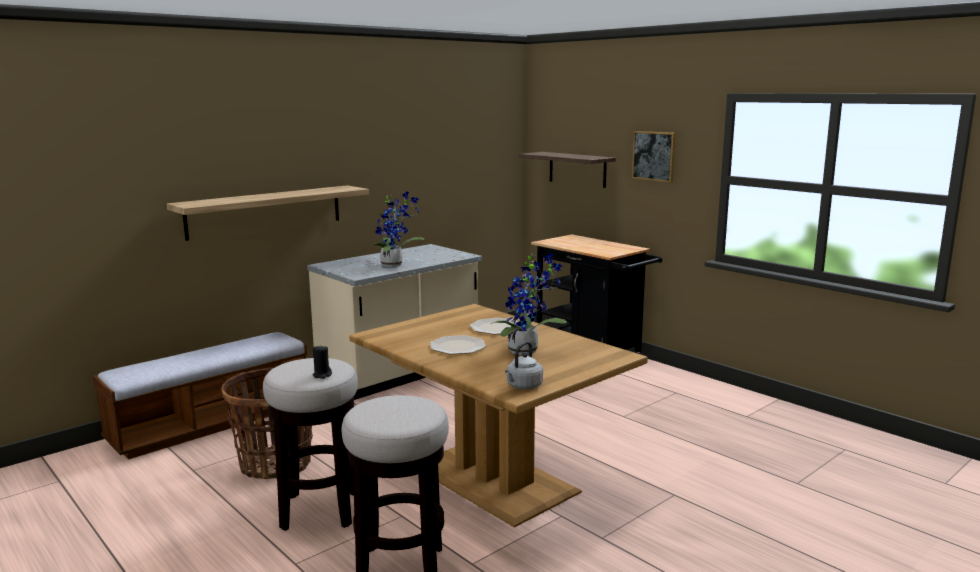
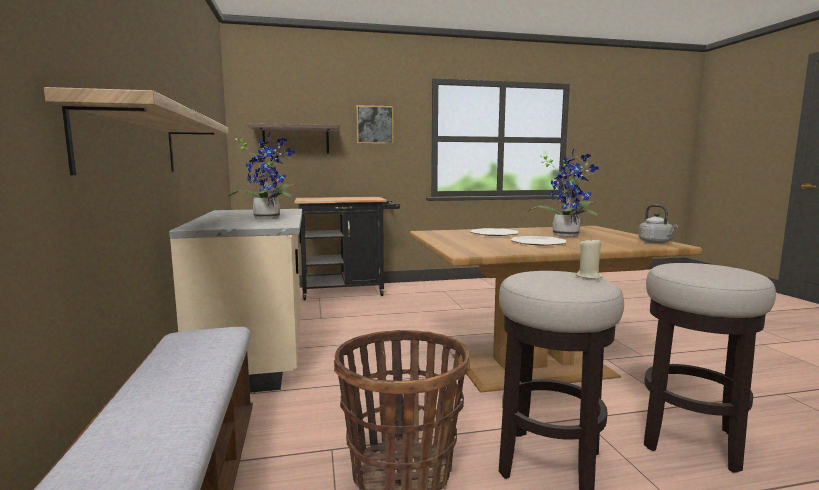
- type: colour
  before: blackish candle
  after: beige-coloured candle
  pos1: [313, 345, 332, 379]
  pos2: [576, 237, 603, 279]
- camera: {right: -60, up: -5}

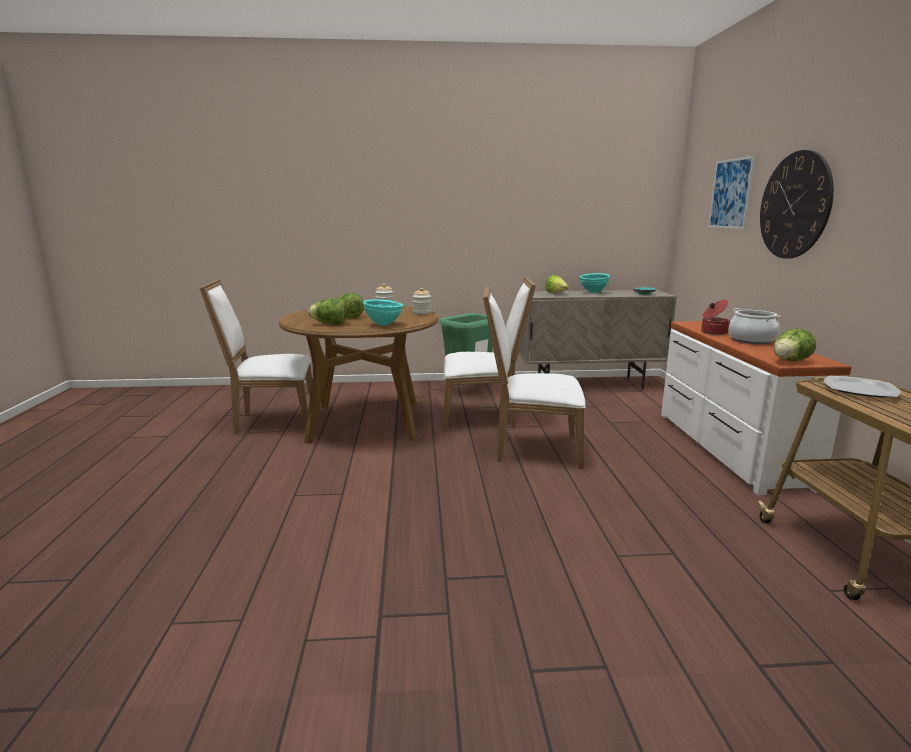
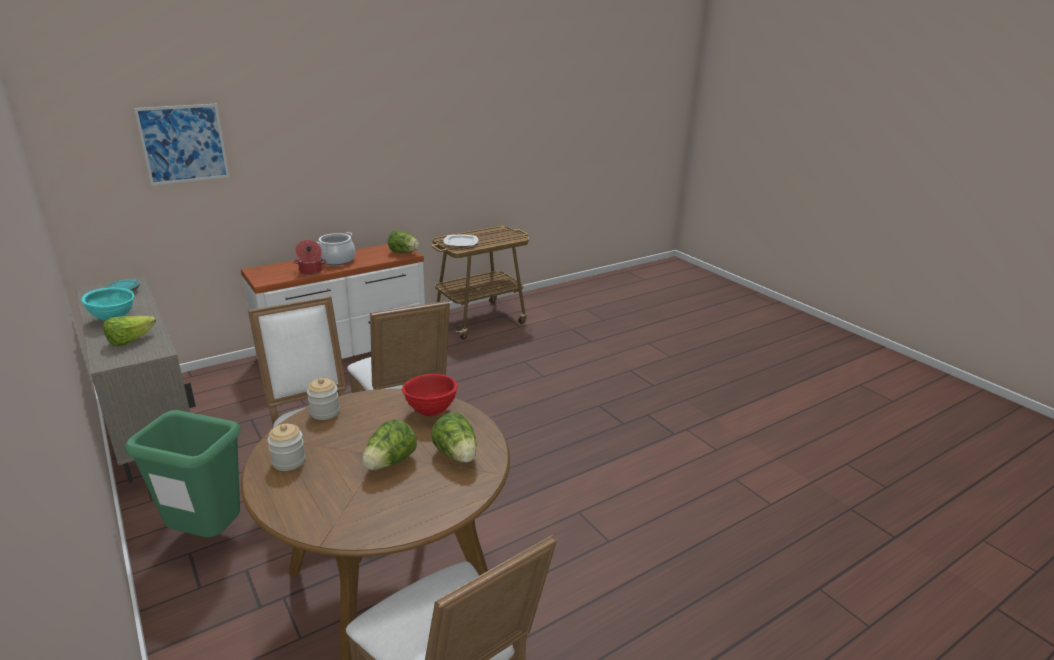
- type: colour
  before: turquoise bowl
  after: reddish bowl
  pos1: [363, 299, 404, 326]
  pos2: [402, 374, 458, 416]
- type: missing
  before: clock on the wall
  pos1: [760, 150, 834, 259]
- camera: {right: -120, up: 10}

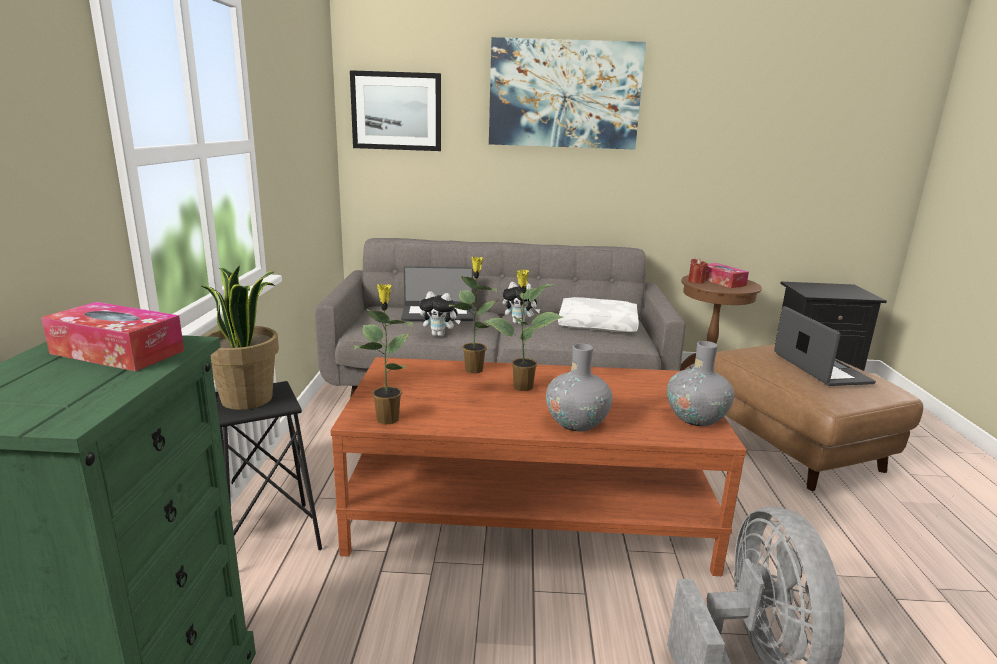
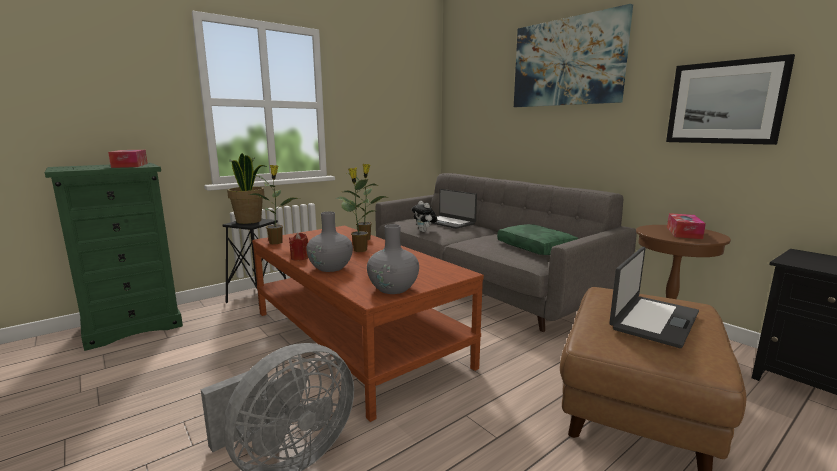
- type: relocated
  before: wall picture
  pos1: [350, 70, 441, 151]
  pos2: [666, 54, 795, 145]
- type: missing
  before: plush toy
  pos1: [502, 282, 541, 324]
- type: colour
  before: white throw pillow
  after: green throw pillow
  pos1: [558, 297, 639, 332]
  pos2: [497, 224, 578, 255]
- type: relocated
  before: reddish candle
  pos1: [688, 259, 707, 284]
  pos2: [289, 233, 308, 261]
- camera: {right: 50, up: -5}

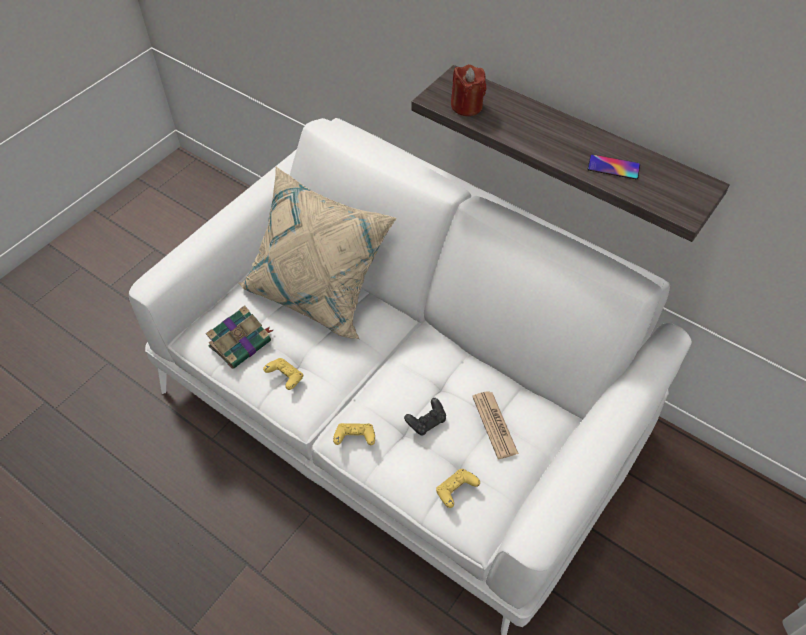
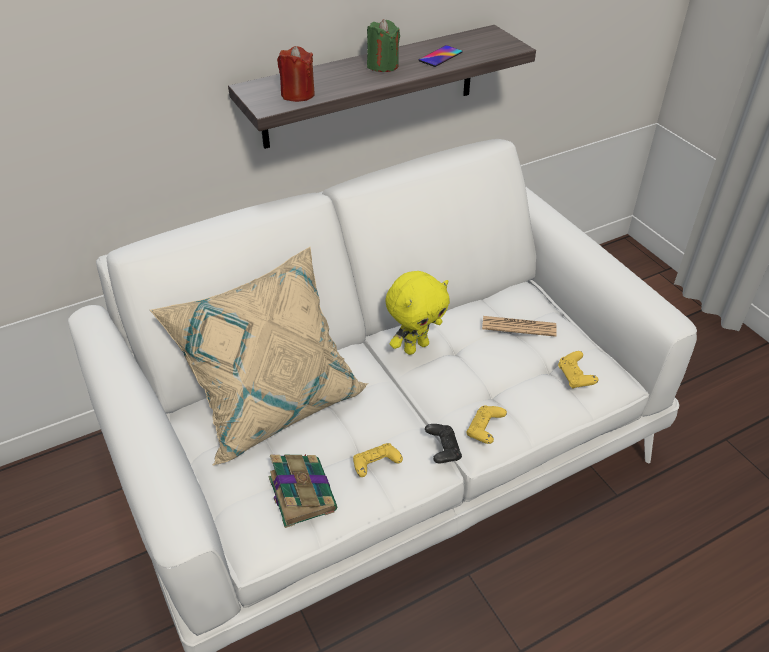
- type: relocated
  before: blackish gamepad
  pos1: [404, 398, 446, 436]
  pos2: [425, 424, 462, 463]
- type: appeared
  after: green candle
  pos2: [367, 19, 400, 72]
- type: appeared
  after: yellowish plush toy
  pos2: [385, 271, 450, 355]
- camera: {right: -65, up: -10}

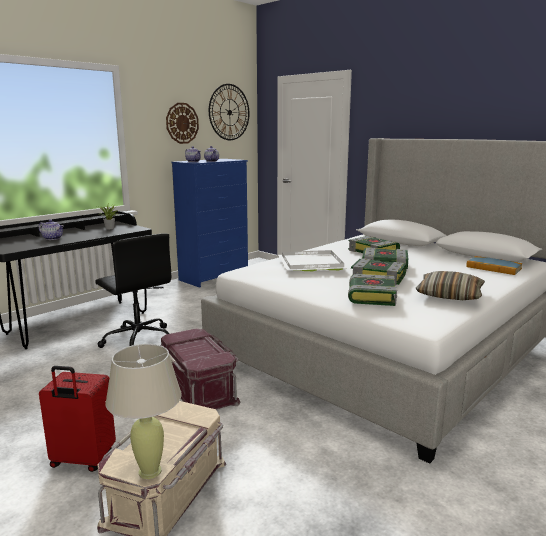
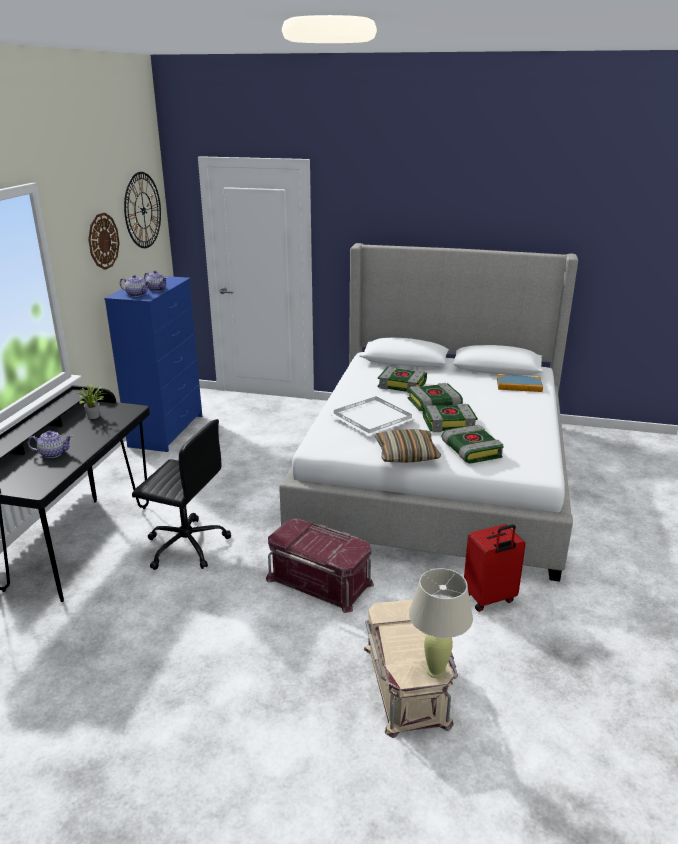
- type: relocated
  before: reddish suitcase
  pos1: [39, 366, 116, 472]
  pos2: [464, 524, 526, 612]
- type: relocated
  before: throw pillow
  pos1: [416, 271, 485, 300]
  pos2: [374, 429, 441, 462]
- camera: {right: -30, up: 10}

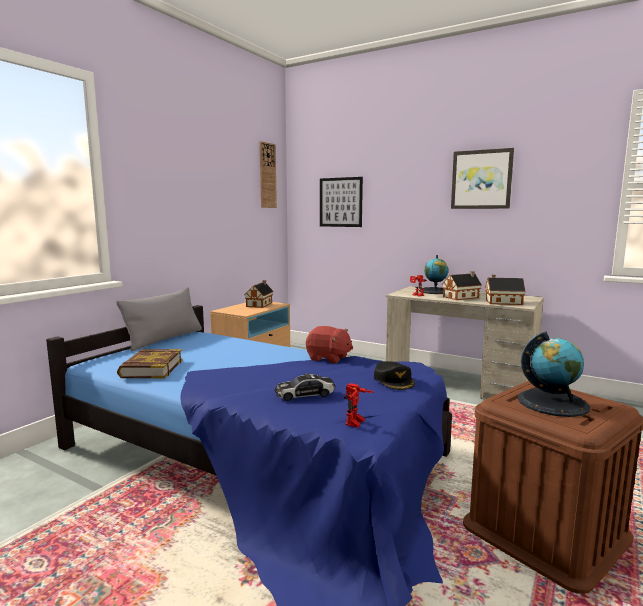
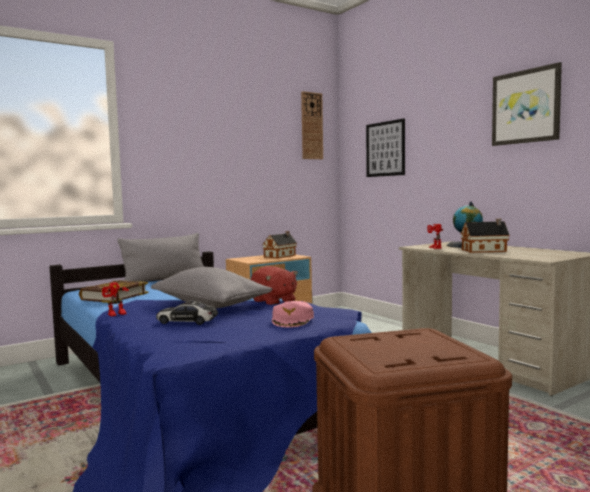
- type: relocated
  before: toy robot
  pos1: [344, 383, 374, 428]
  pos2: [102, 282, 129, 317]
- type: colour
  before: blackish cap
  after: pink cap
  pos1: [374, 361, 415, 390]
  pos2: [272, 301, 314, 328]
- type: missing
  before: toy house
  pos1: [485, 275, 525, 305]
- type: missing
  before: globe
  pos1: [517, 331, 590, 417]
- type: appeared
  after: grey throw pillow
  pos2: [151, 267, 272, 308]
- camera: {right: 25, up: -5}

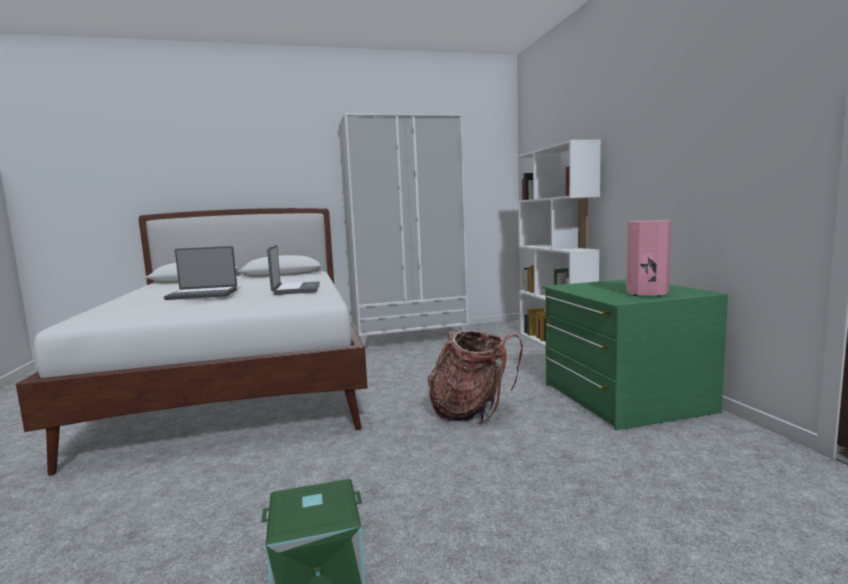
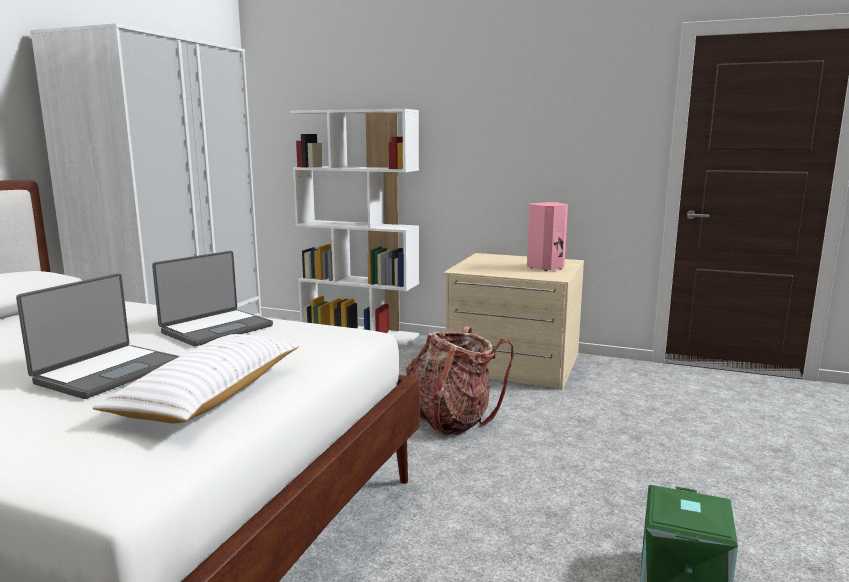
- type: spun
  before: notebook computer
  pos1: [267, 245, 320, 295]
  pos2: [152, 251, 273, 346]
  turn: 105
- type: colour
  before: green chest of drawers
  after: beige-coloured chest of drawers
  pos1: [542, 279, 729, 431]
  pos2: [443, 253, 584, 390]
- type: appeared
  after: white throw pillow
  pos2: [93, 334, 299, 423]
- camera: {right: -55, up: 5}

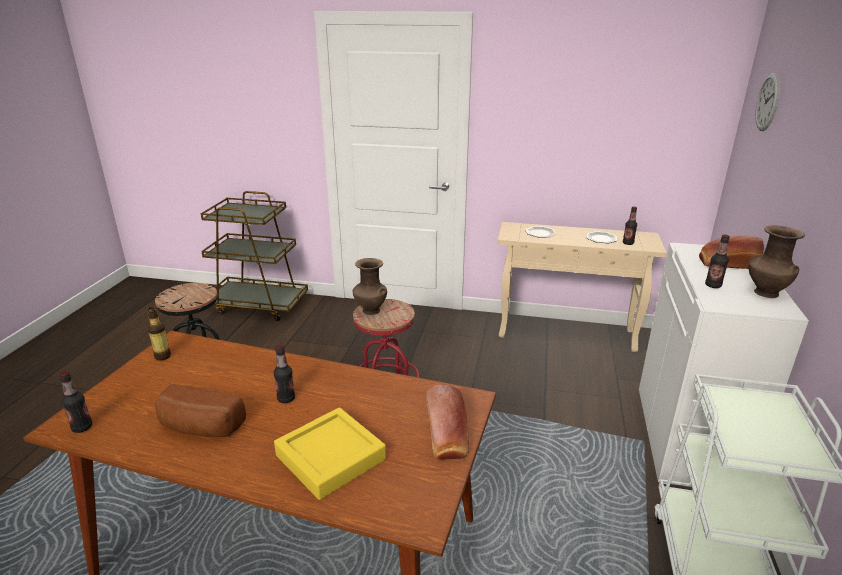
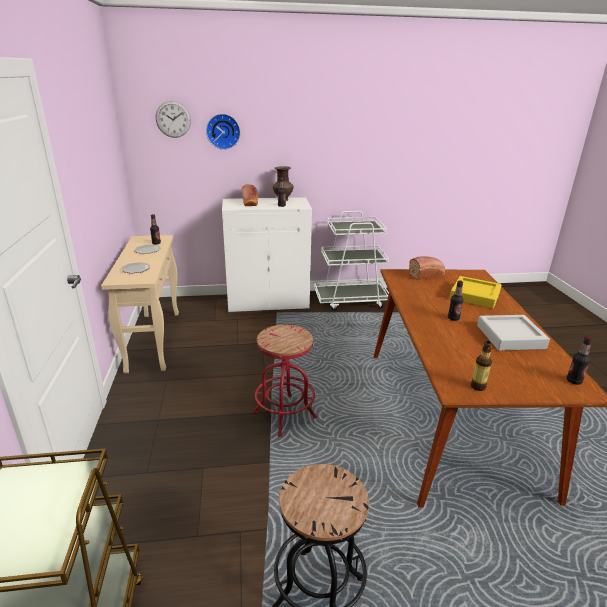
- type: exchanged
  before: bread
  after: grey carrying tray
  pos1: [155, 384, 246, 437]
  pos2: [477, 315, 550, 351]
- type: missing
  before: brown-coloured vase
  pos1: [353, 258, 387, 315]
- type: appeared
  after: clock on the wall
  pos2: [206, 114, 240, 150]
- camera: {right: -110, up: 0}

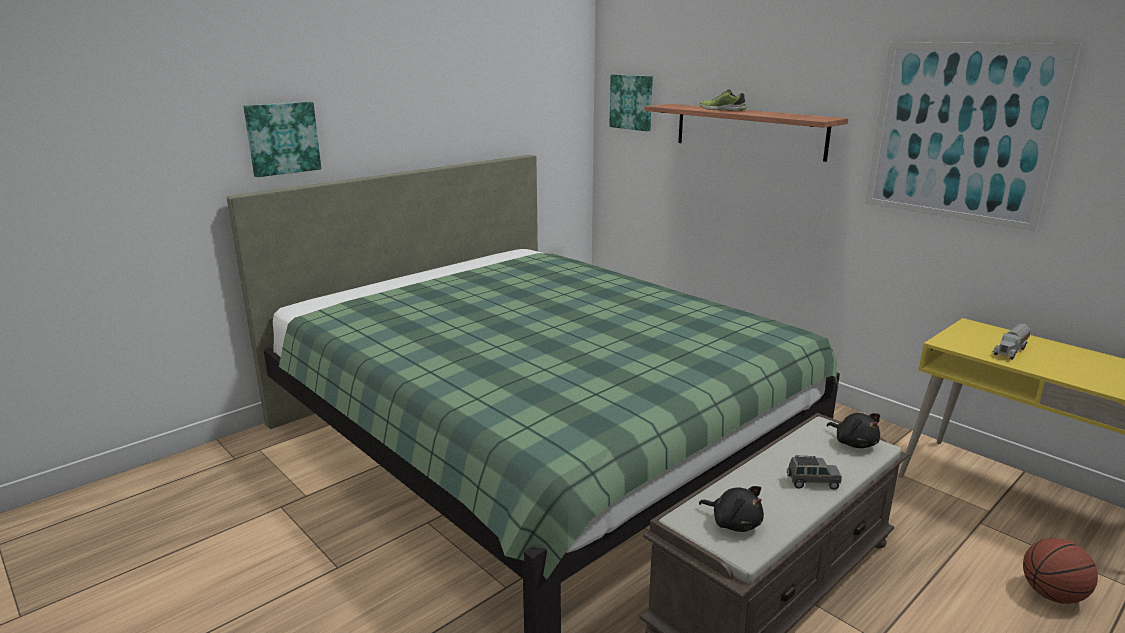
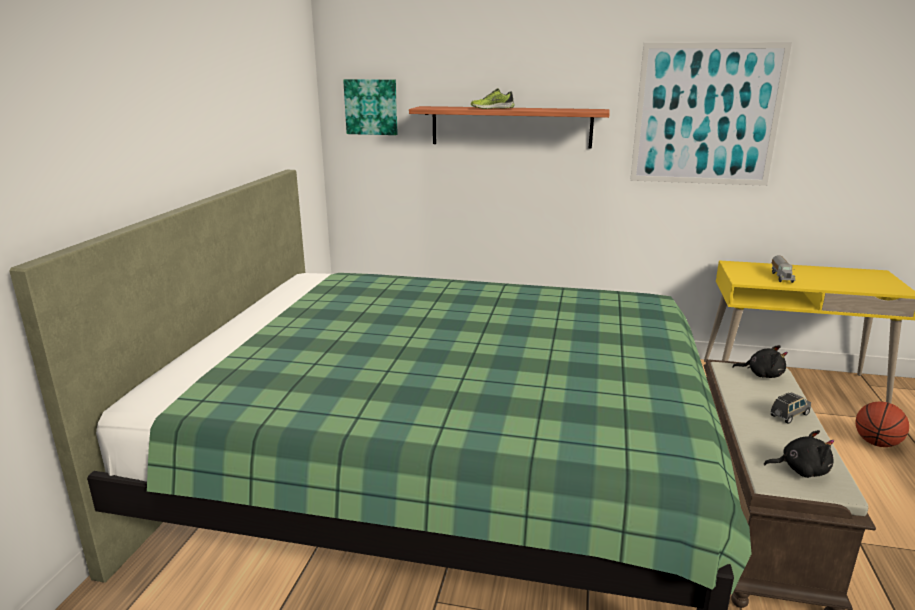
- type: missing
  before: wall picture
  pos1: [243, 102, 321, 177]
- camera: {right: -35, up: 0}

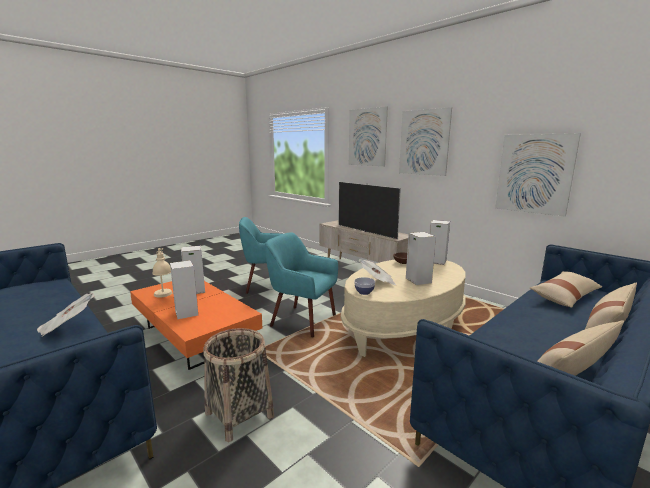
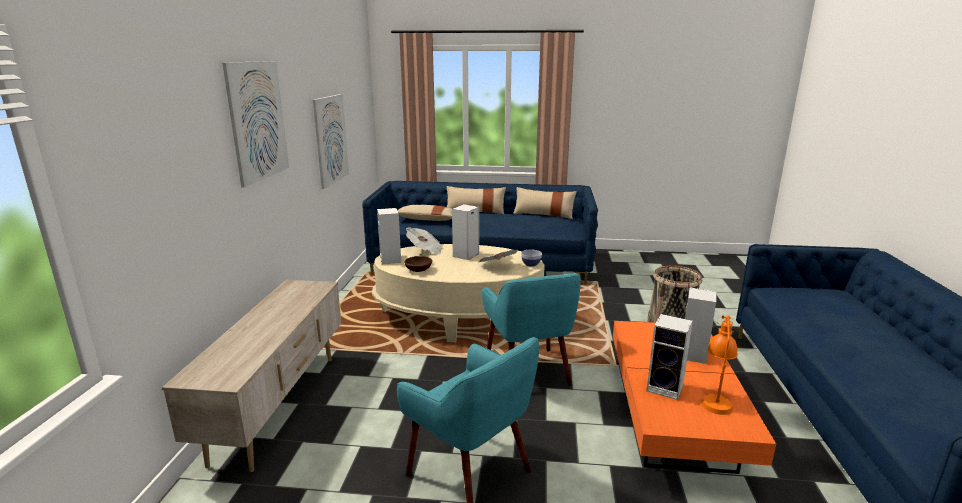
- type: relocated
  before: printed paper
  pos1: [37, 293, 95, 337]
  pos2: [406, 227, 443, 255]
- type: colour
  before: beige-coloured lamp for a table
  after: orange-coloured lamp for a table
  pos1: [152, 248, 172, 298]
  pos2: [701, 315, 738, 415]
- type: missing
  before: television
  pos1: [338, 182, 401, 239]
- type: missing
  before: wall picture
  pos1: [349, 106, 388, 166]
- camera: {right: -130, up: 5}

